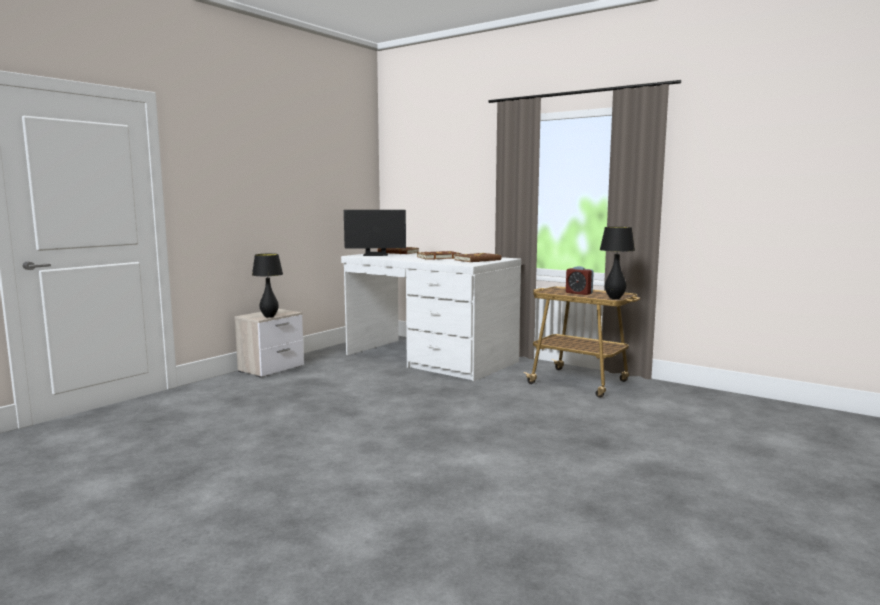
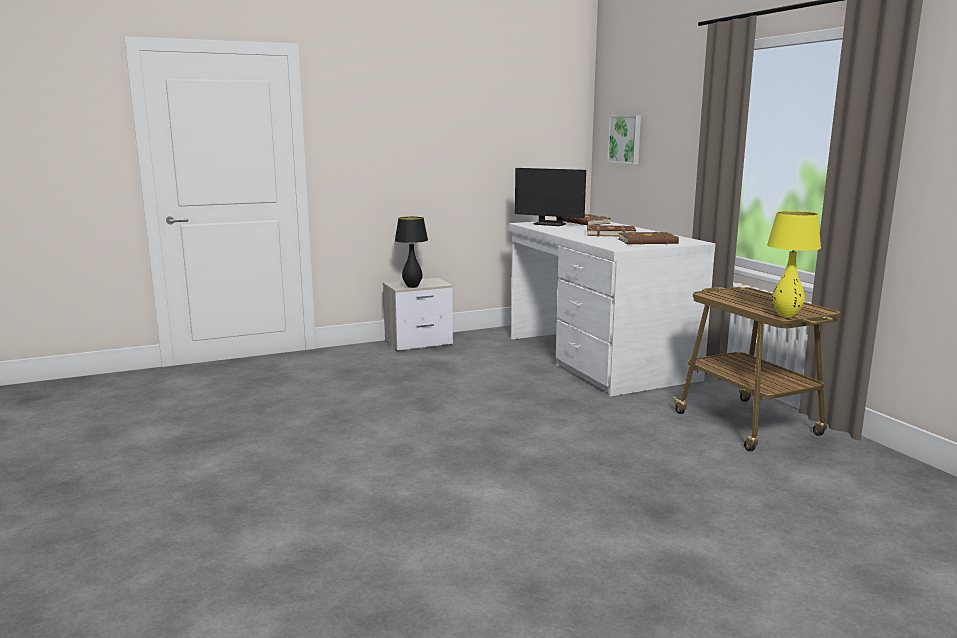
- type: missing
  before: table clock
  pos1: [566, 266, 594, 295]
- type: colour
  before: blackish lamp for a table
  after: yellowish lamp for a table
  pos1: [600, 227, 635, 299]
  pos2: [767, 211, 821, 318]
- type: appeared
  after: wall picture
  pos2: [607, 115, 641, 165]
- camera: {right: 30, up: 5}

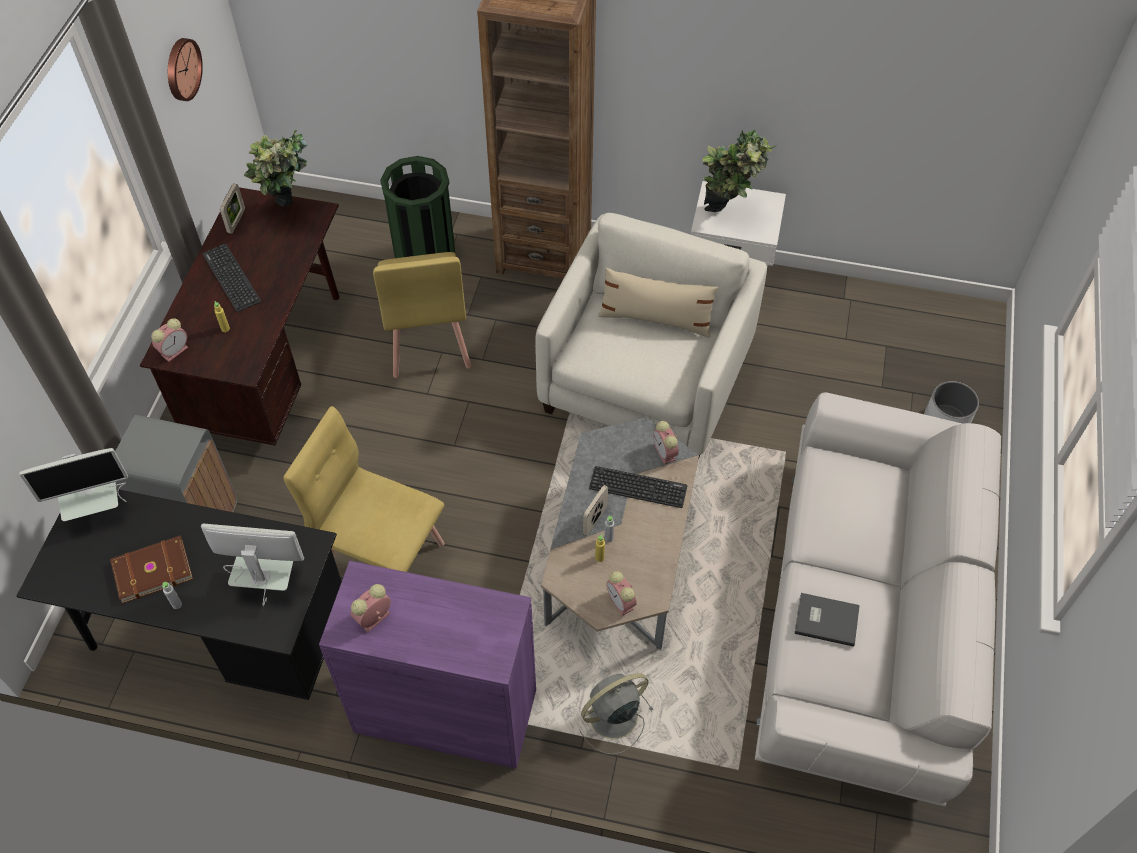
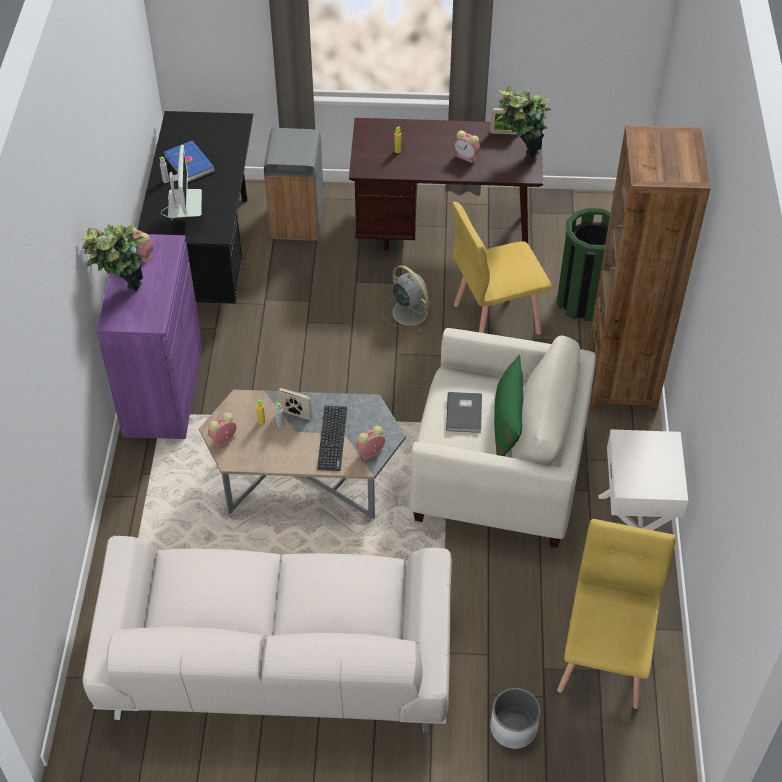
- type: missing
  before: monitor
  pos1: [19, 448, 128, 521]
- type: colour
  before: brown-coloured bound book
  after: blue-coloured bound book
  pos1: [110, 536, 193, 604]
  pos2: [164, 141, 215, 182]
- type: relocated
  before: table clock
  pos1: [151, 318, 188, 362]
  pos2: [454, 131, 480, 163]
- type: missing
  before: clock on the wall
  pos1: [168, 38, 203, 101]
- type: missing
  before: computer keyboard
  pos1: [202, 244, 261, 312]
- type: relocated
  before: yellowish chair
  pos1: [283, 406, 444, 572]
  pos2: [557, 519, 676, 709]
- type: relocated
  before: grey cooling fan
  pos1: [579, 673, 654, 755]
  pos2: [382, 265, 436, 332]
- type: colour
  before: beige-coloured throw pillow
  after: green throw pillow
  pos1: [598, 268, 718, 338]
  pos2: [494, 355, 523, 456]
- type: relocated
  before: plant in a pot
  pos1: [703, 130, 777, 212]
  pos2: [80, 224, 145, 291]
- type: relocated
  before: grey bound book
  pos1: [794, 593, 860, 647]
  pos2: [446, 392, 482, 433]
- camera: {right: 80, up: -5}

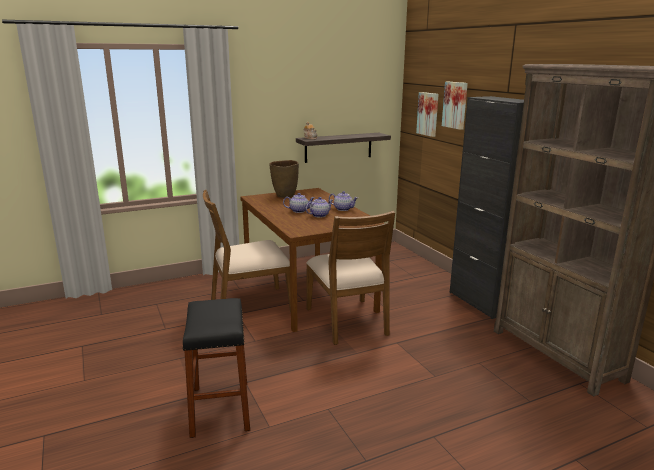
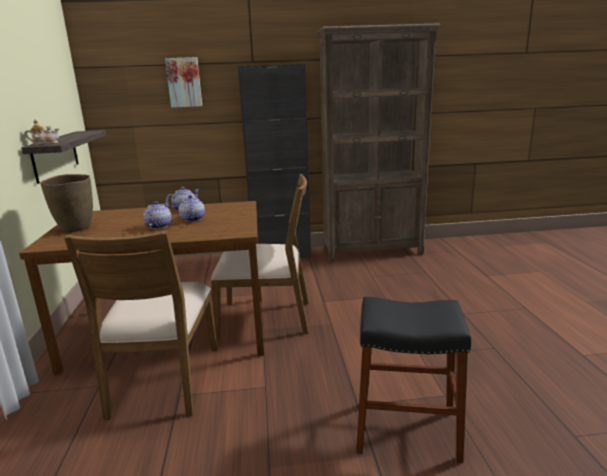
- type: missing
  before: wall picture
  pos1: [416, 92, 439, 137]
- camera: {right: -70, up: 0}

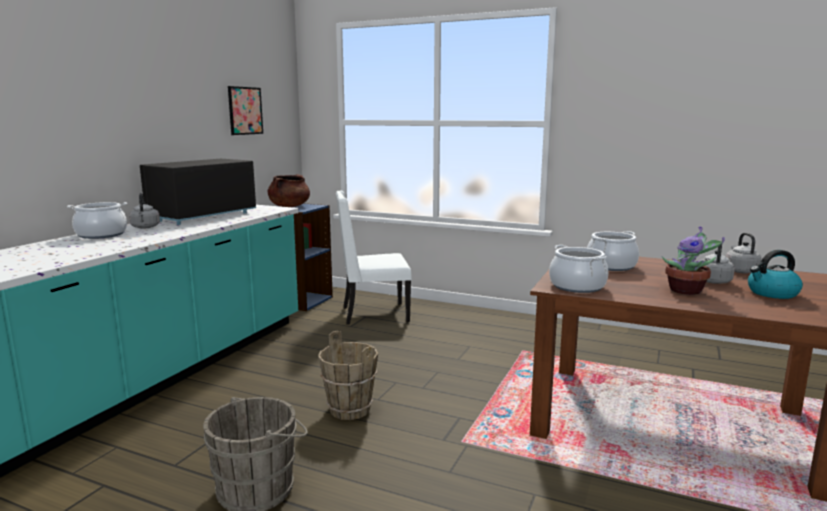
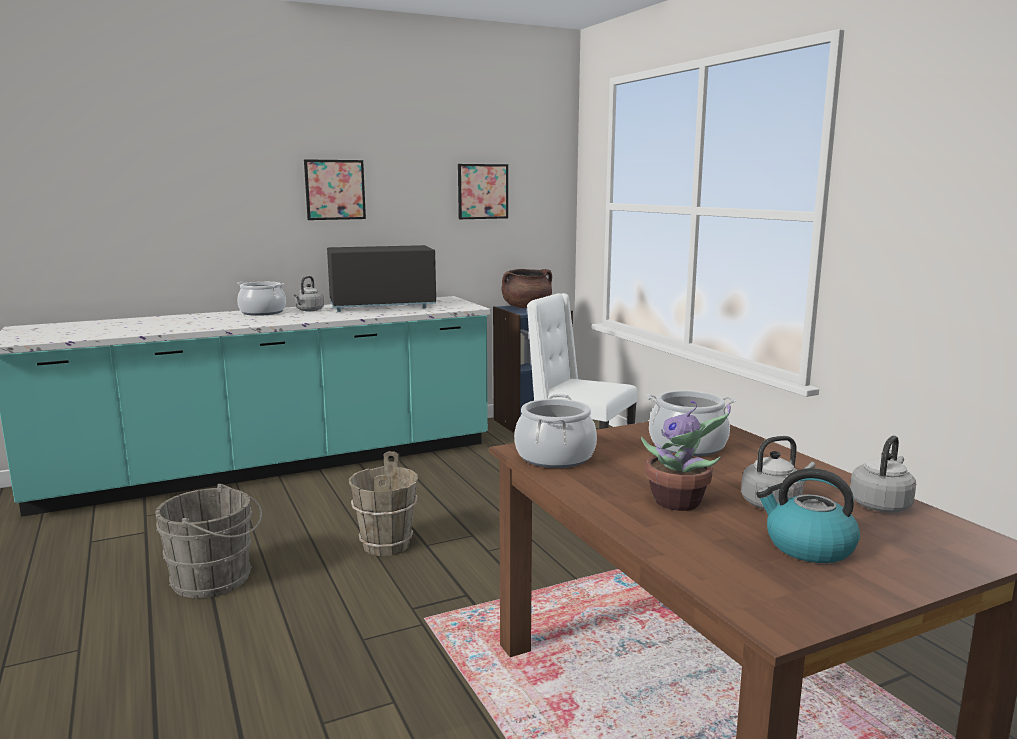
- type: appeared
  after: wall picture
  pos2: [304, 159, 366, 220]
- camera: {right: 40, up: 0}

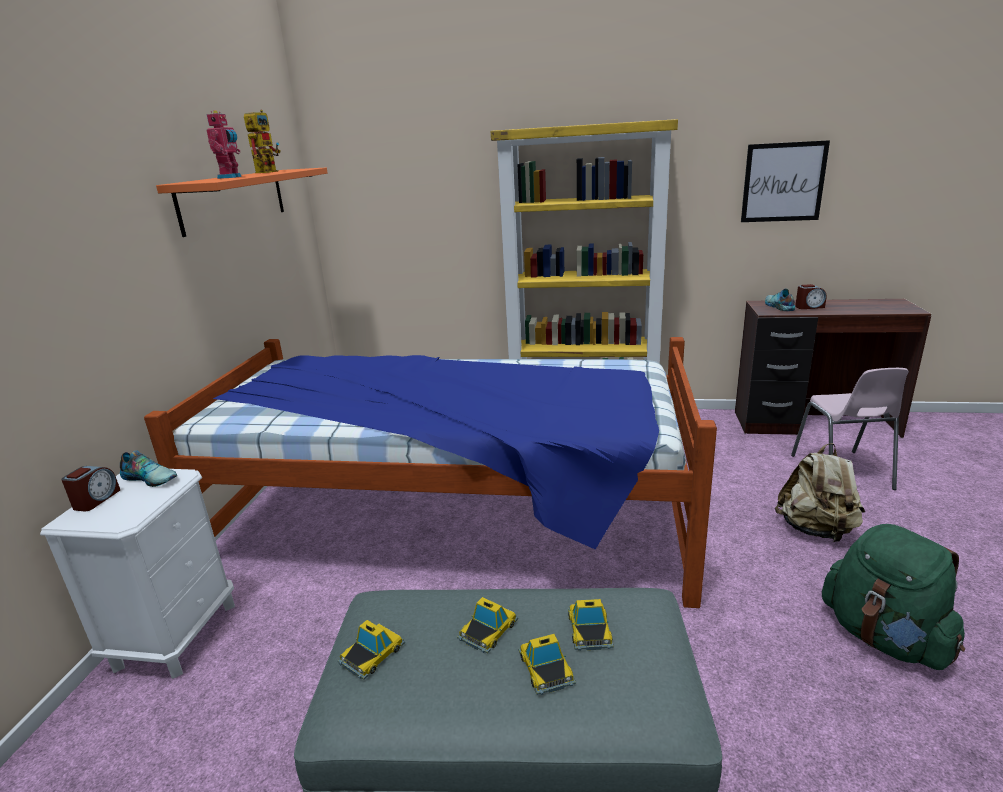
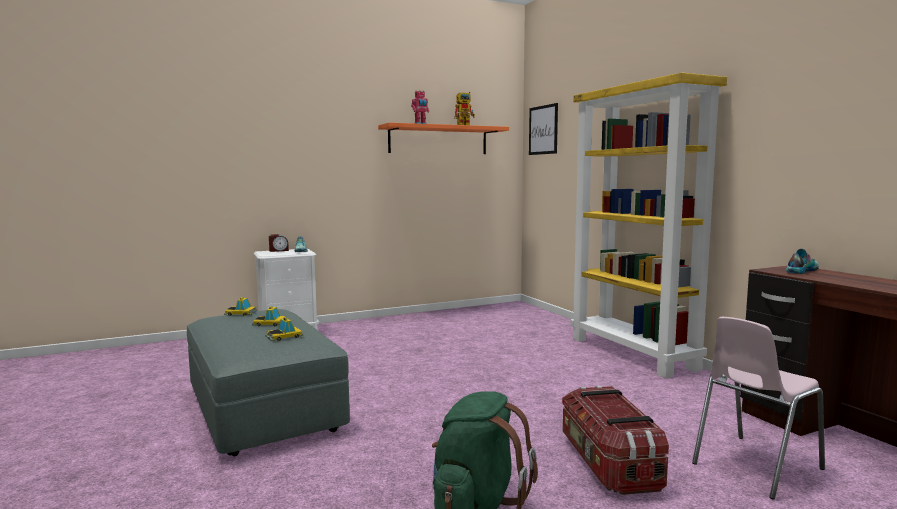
- type: missing
  before: bed
  pos1: [144, 337, 717, 608]
- type: missing
  before: miniature car
  pos1: [518, 634, 576, 695]
- type: relocated
  before: wall picture
  pos1: [741, 140, 830, 222]
  pos2: [529, 103, 558, 155]
- type: exchanged
  before: beige-coloured knapsack
  after: storage bin
  pos1: [775, 443, 865, 542]
  pos2: [562, 386, 669, 495]
- type: missing
  before: table clock
  pos1: [795, 284, 827, 309]
- camera: {right: 55, up: -15}

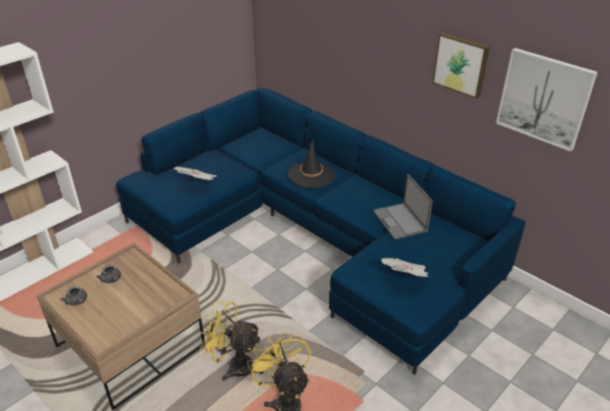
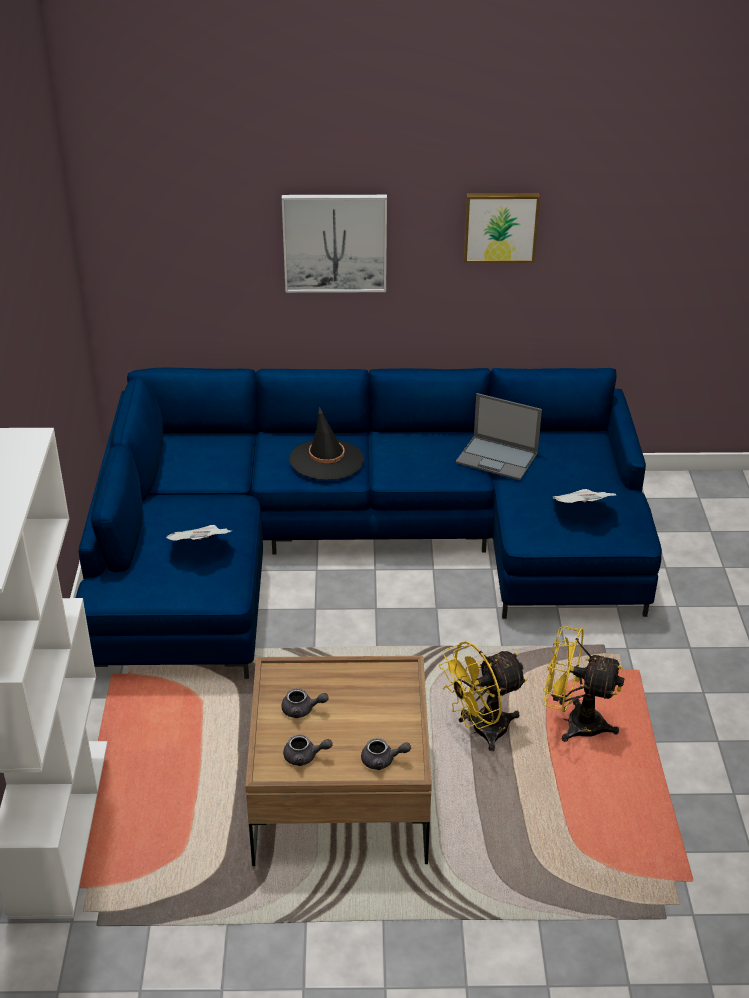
- type: relocated
  before: wall picture
  pos1: [496, 48, 598, 152]
  pos2: [282, 195, 387, 293]
- type: appeared
  after: grey pot for tea
  pos2: [361, 738, 411, 770]
- camera: {right: -45, up: 0}

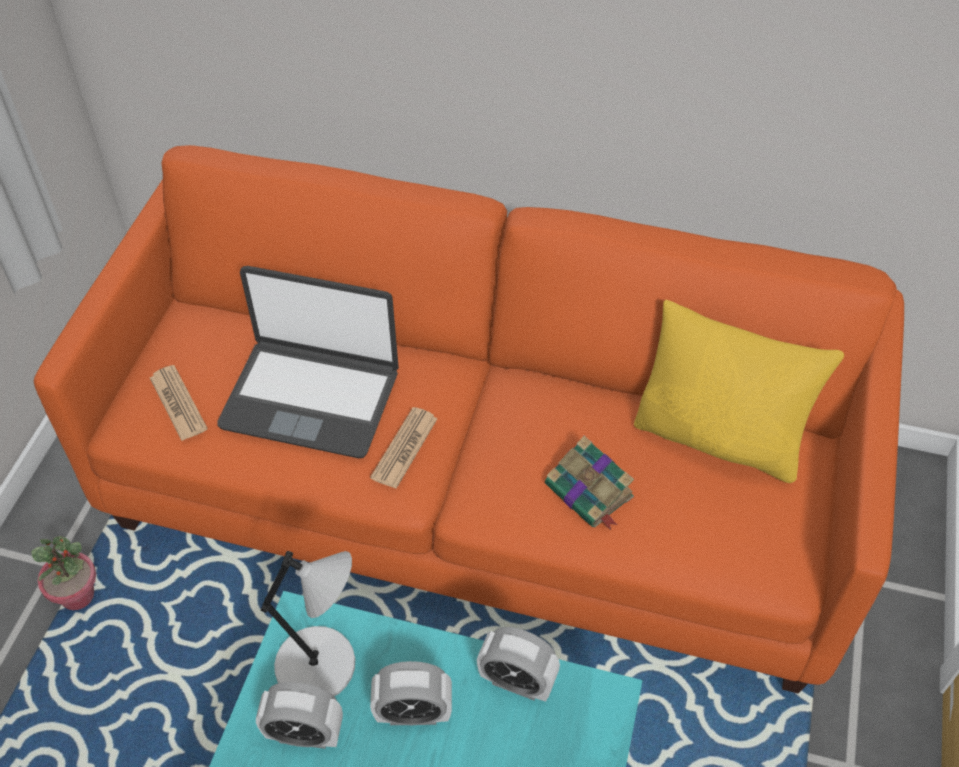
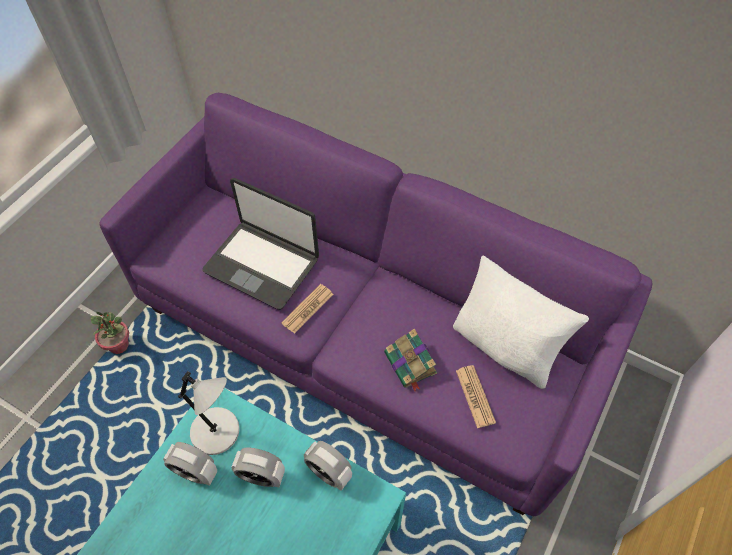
- type: colour
  before: orange-coloured couch
  after: purplish couch
  pos1: [34, 145, 904, 694]
  pos2: [99, 93, 652, 516]
- type: relocated
  before: printed paper
  pos1: [150, 365, 208, 441]
  pos2: [456, 365, 496, 428]
- type: colour
  before: yellowish throw pillow
  after: white throw pillow
  pos1: [634, 300, 845, 483]
  pos2: [453, 256, 589, 389]
- camera: {right: 15, up: 5}

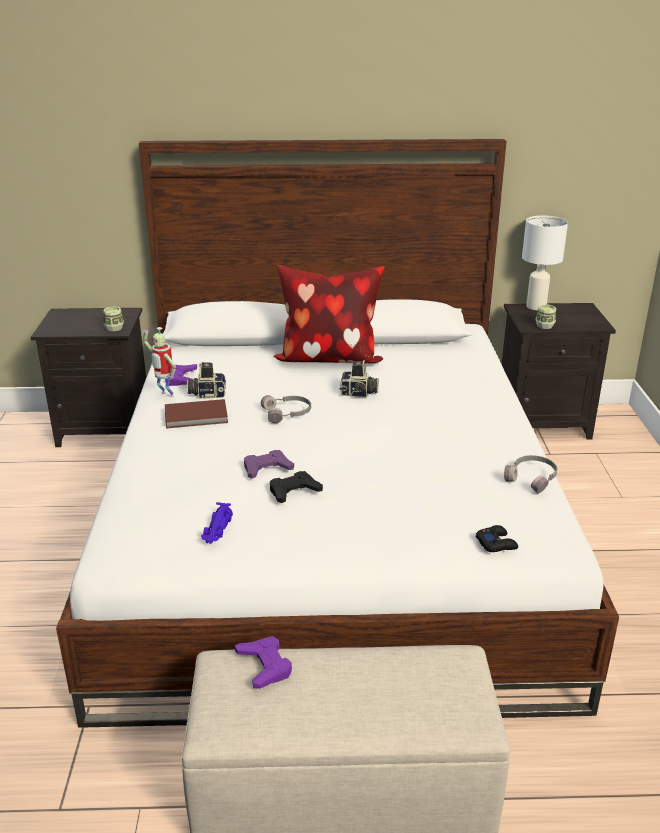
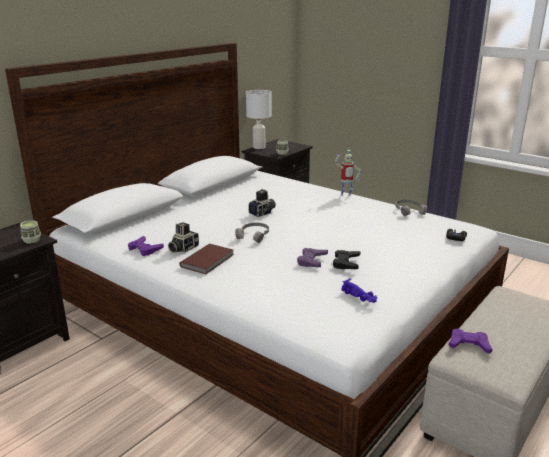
- type: relocated
  before: toy robot
  pos1: [142, 327, 176, 398]
  pos2: [334, 150, 361, 196]
- type: missing
  before: throw pillow
  pos1: [273, 265, 385, 363]
- camera: {right: -50, up: -5}

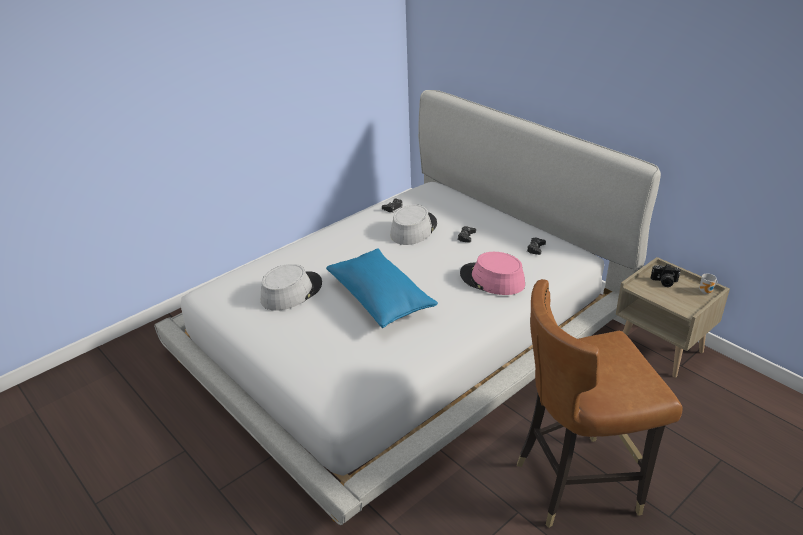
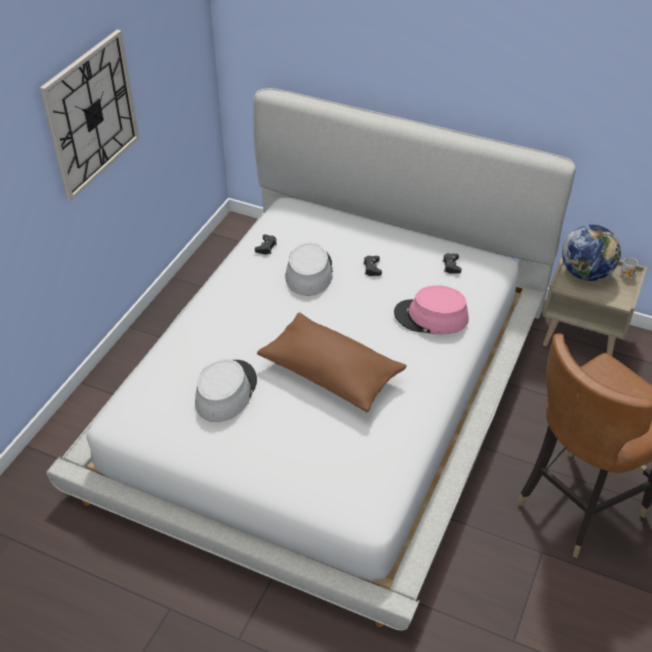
- type: colour
  before: blue-coloured throw pillow
  after: brown-coloured throw pillow
  pos1: [326, 248, 438, 328]
  pos2: [257, 313, 407, 413]
- type: exchanged
  before: photo camera
  after: globe
  pos1: [651, 264, 681, 287]
  pos2: [562, 225, 621, 281]
- type: appeared
  after: clock on the wall
  pos2: [40, 30, 139, 201]
- camera: {right: -25, up: 10}

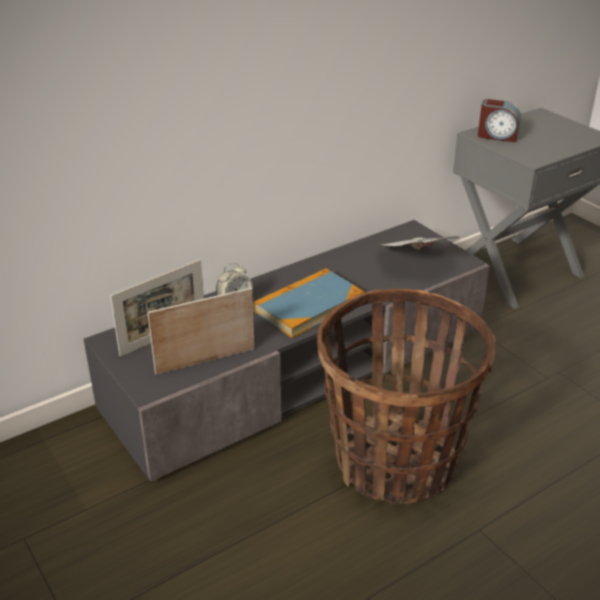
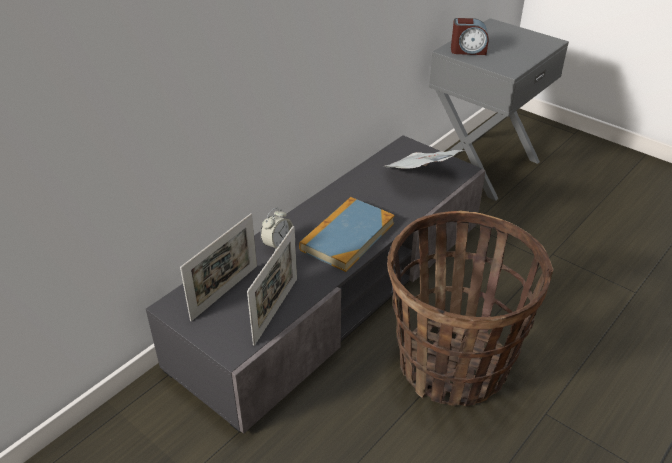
- type: spun
  before: picture frame
  pos1: [147, 288, 254, 375]
  pos2: [247, 226, 297, 346]
  turn: 150
- camera: {right: -15, up: 5}

